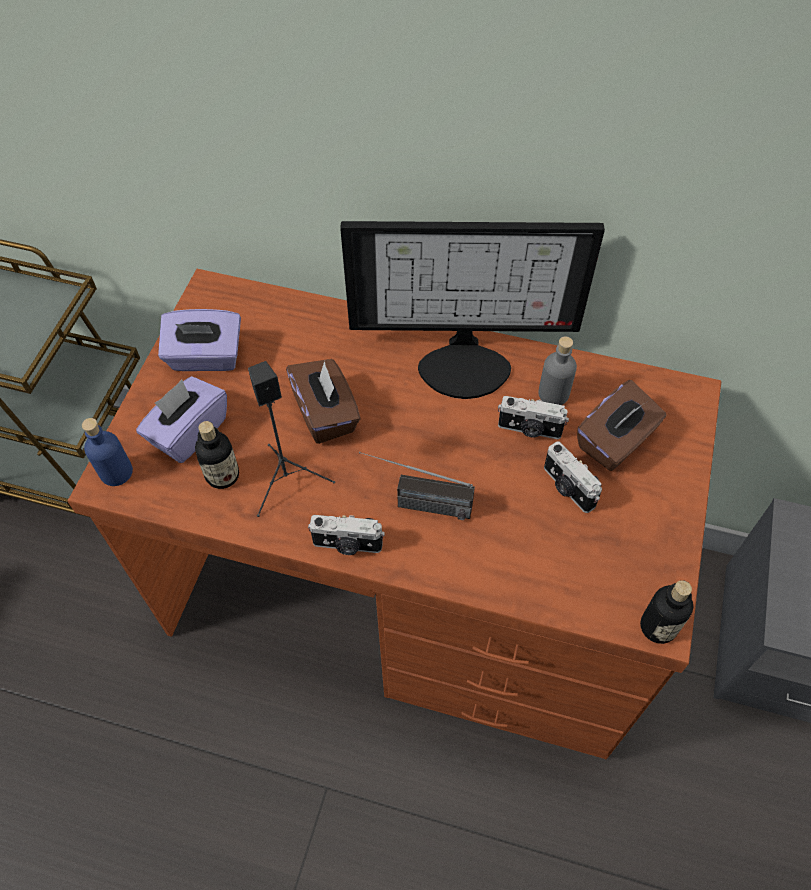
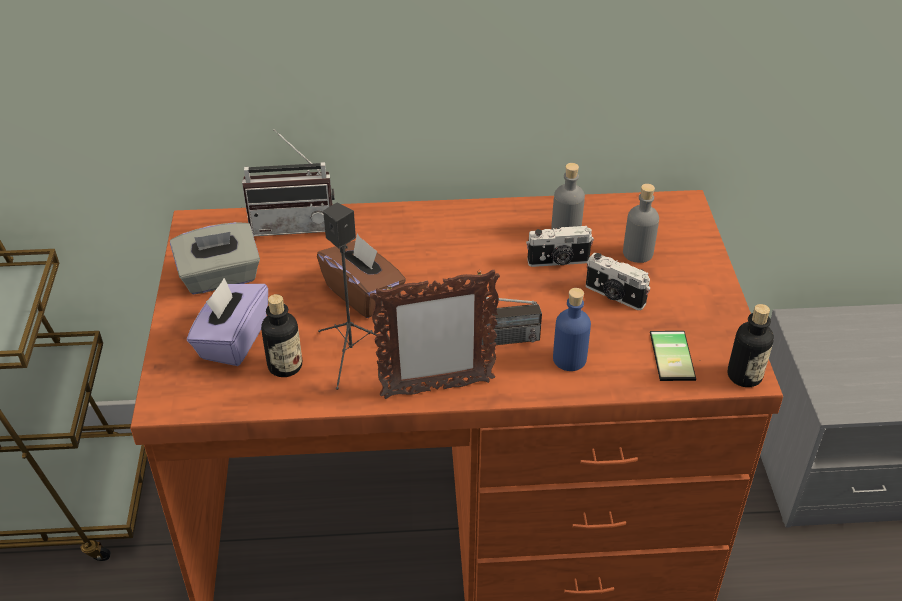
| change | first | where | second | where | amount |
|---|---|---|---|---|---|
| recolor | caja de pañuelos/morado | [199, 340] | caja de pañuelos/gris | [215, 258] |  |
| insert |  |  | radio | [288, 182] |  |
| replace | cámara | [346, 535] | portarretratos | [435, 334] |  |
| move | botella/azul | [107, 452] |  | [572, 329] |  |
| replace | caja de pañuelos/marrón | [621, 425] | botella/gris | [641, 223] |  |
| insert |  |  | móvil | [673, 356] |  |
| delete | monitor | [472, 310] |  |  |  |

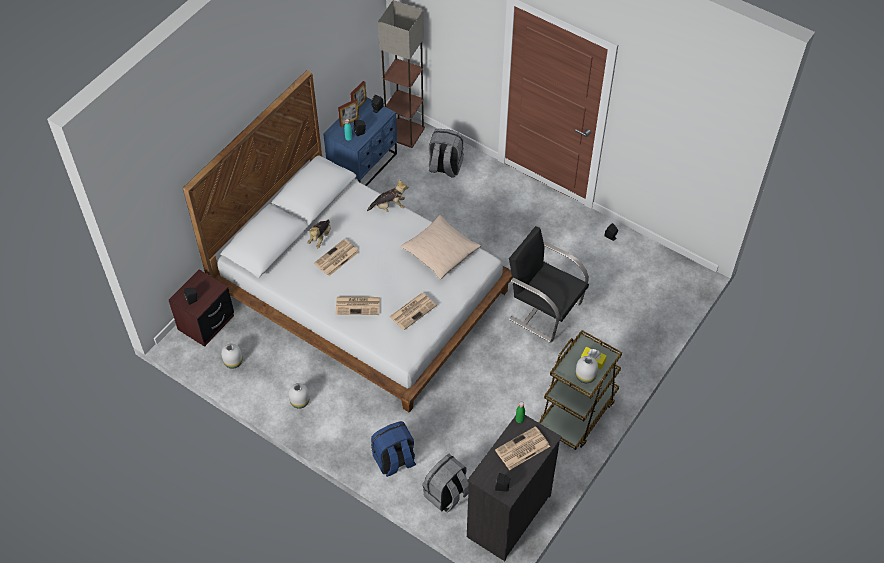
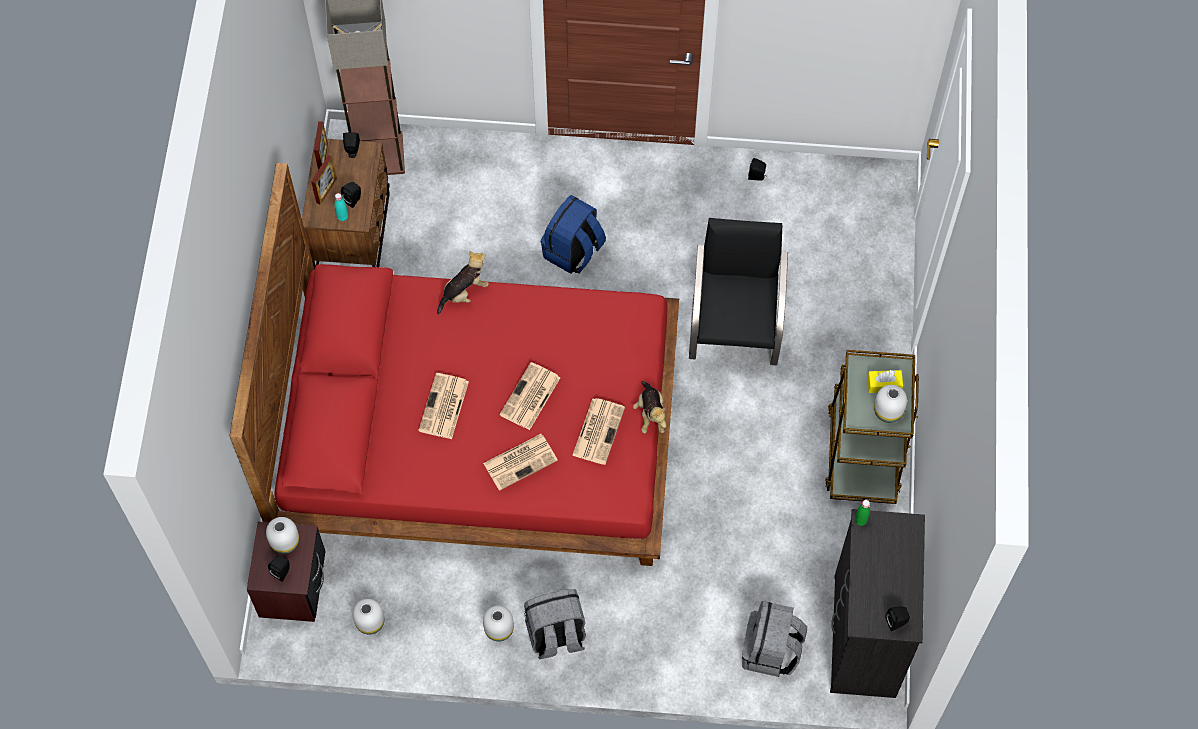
| change | first | where | second | where | amount |
|---|---|---|---|---|---|
| recolor | cama/blanco | [347, 241] | cama/rojo | [454, 364] |  |
| insert |  |  | florero/blanco | [282, 535] |  |
| recolor | mesita de noche/azul | [360, 142] | mesita de noche/marrón | [346, 203] |  |
| move | periódico | [522, 448] |  | [530, 396] |  |
| move | mochila/gris | [446, 153] |  | [555, 624] |  |
| move | mochila/azul | [393, 449] |  | [573, 234] |  |
| move | peluche | [319, 234] |  | [649, 407] |  |
| rotate | silla/negro | [549, 284] |  | [738, 291] | 90 degrees clockwise |
| delete | cojín/beis | [440, 247] |  |  |  |

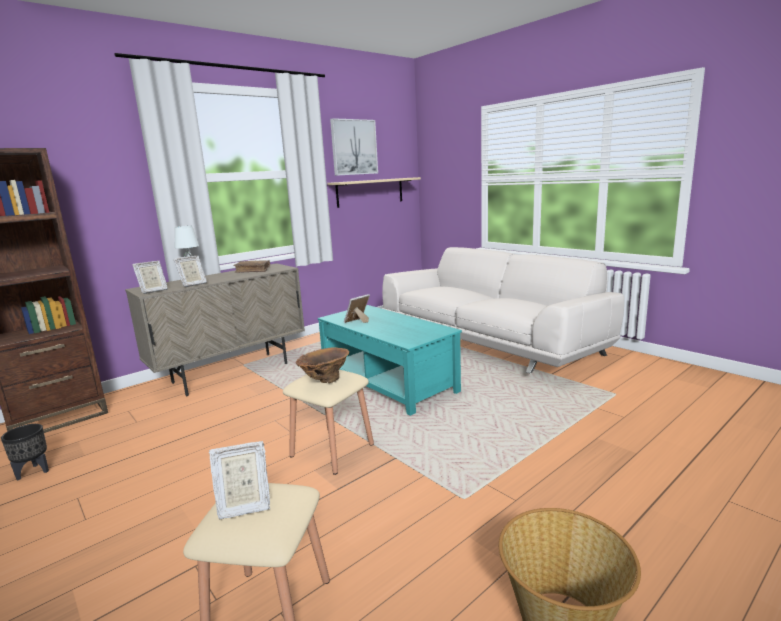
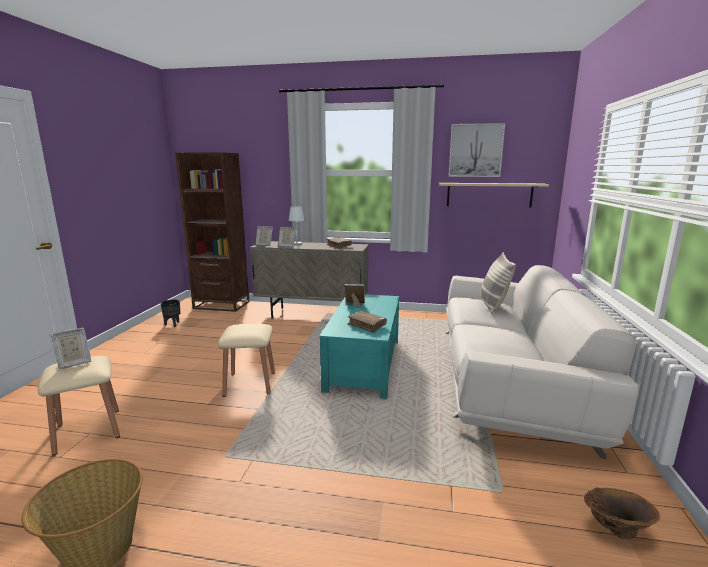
| change | first | where | second | where | amount |
|---|---|---|---|---|---|
| rotate | portarretratos | [239, 480] |  | [70, 348] | 75 degrees counterclockwise |
| insert |  |  | libro/marrón | [367, 322] |  |
| insert |  |  | cojín | [498, 282] |  |
| move | florero/marrón | [322, 365] |  | [622, 513] |  |

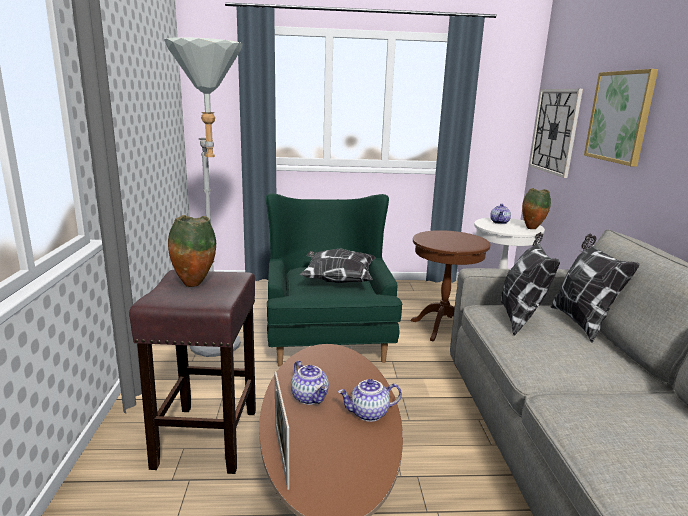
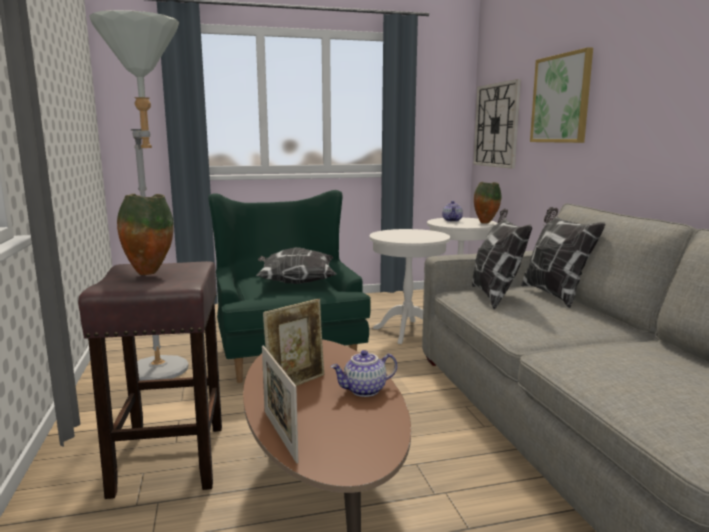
| change | first | where | second | where | amount |
|---|---|---|---|---|---|
| replace | tetera | [310, 383] | portarretratos | [293, 342] |  |
| recolor | mesa auxiliar/marrón | [450, 286] | mesa auxiliar/blanco | [410, 286] |  |

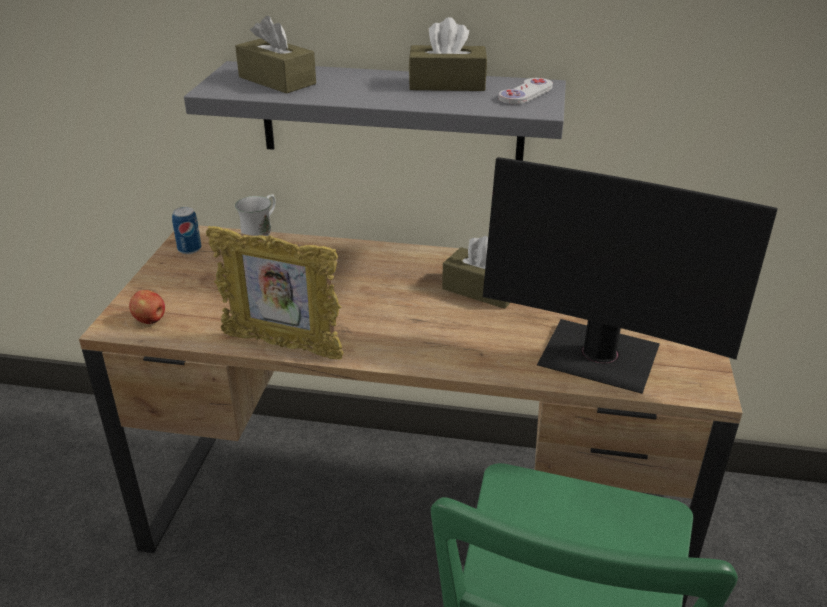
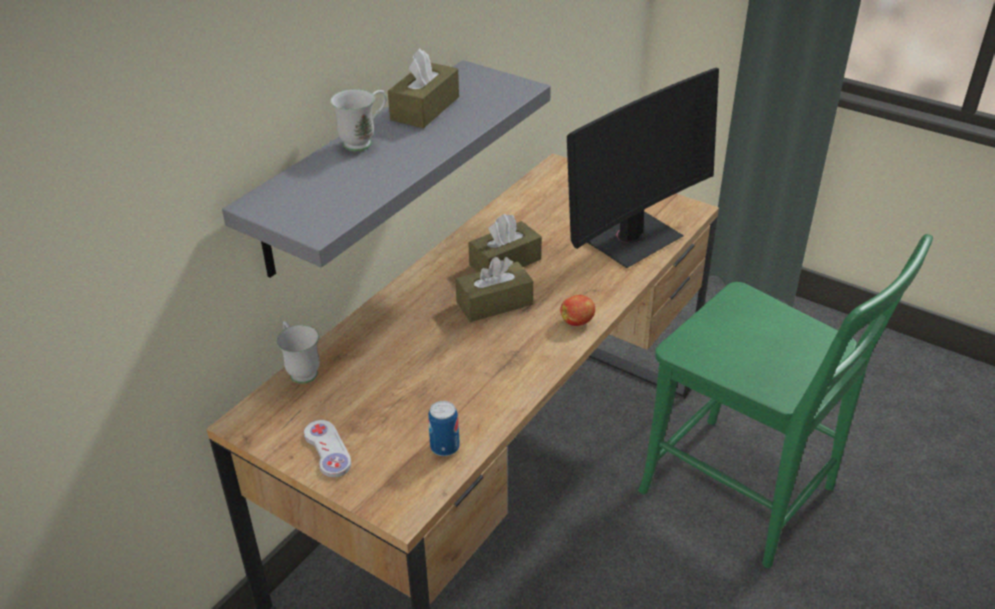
| change | first | where | second | where | amount |
|---|---|---|---|---|---|
| move | mando de consola/blanco | [526, 91] |  | [327, 448] |  |
| insert |  |  | taza grande/blanco | [358, 120] |  |
| move | lata | [186, 230] |  | [444, 428] |  |
| move | caja de pañuelos/marrón | [275, 55] |  | [494, 289] |  |
| move | manzana | [147, 307] |  | [577, 310] |  |
| delete | portarretratos | [275, 293] |  |  |  |

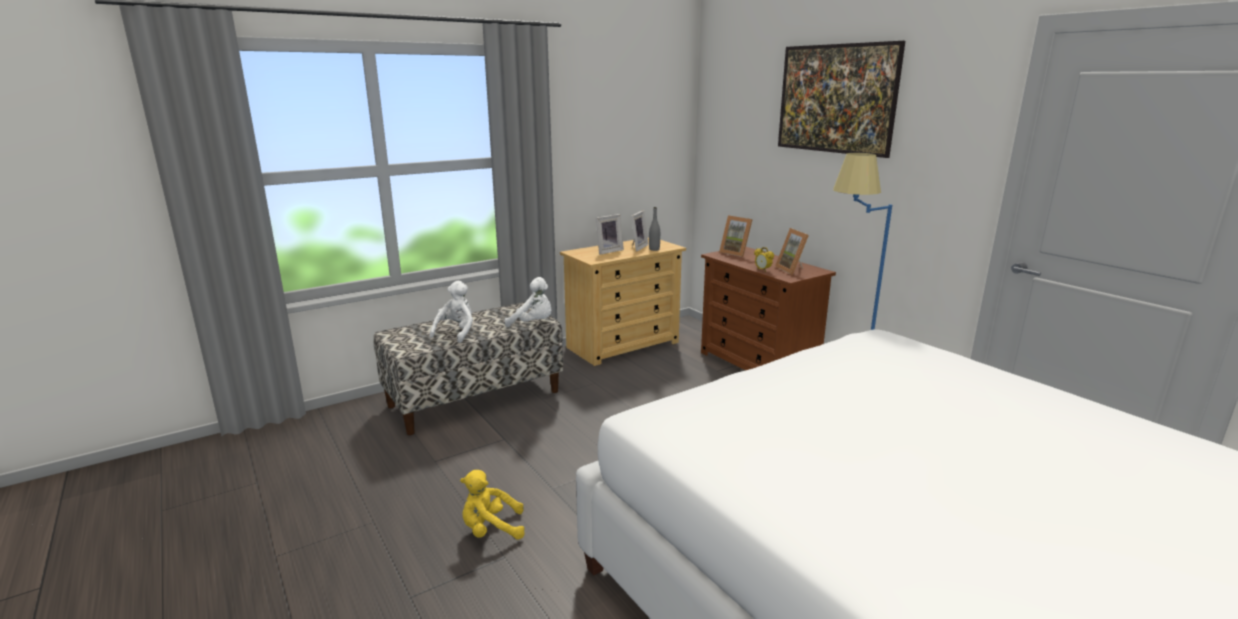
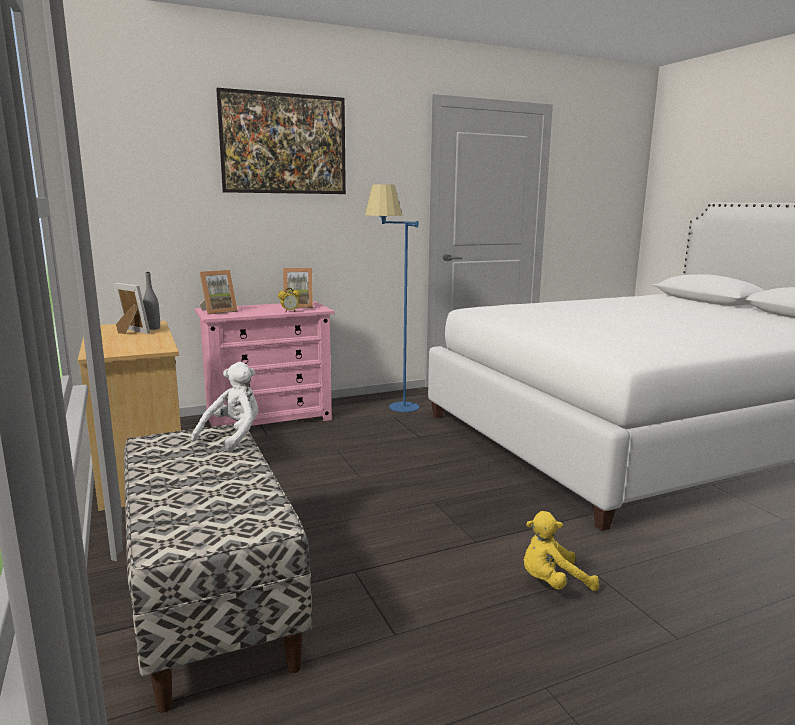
| change | first | where | second | where | amount |
|---|---|---|---|---|---|
| recolor | cómoda/marrón | [768, 308] | cómoda/rosa | [265, 364] |  |
| rotate | peluche/amarillo | [492, 504] |  | [561, 551] | 75 degrees clockwise |
| delete | peluche/blanco | [451, 312] |  |  |  |
| delete | portarretratos | [610, 234] |  |  |  |

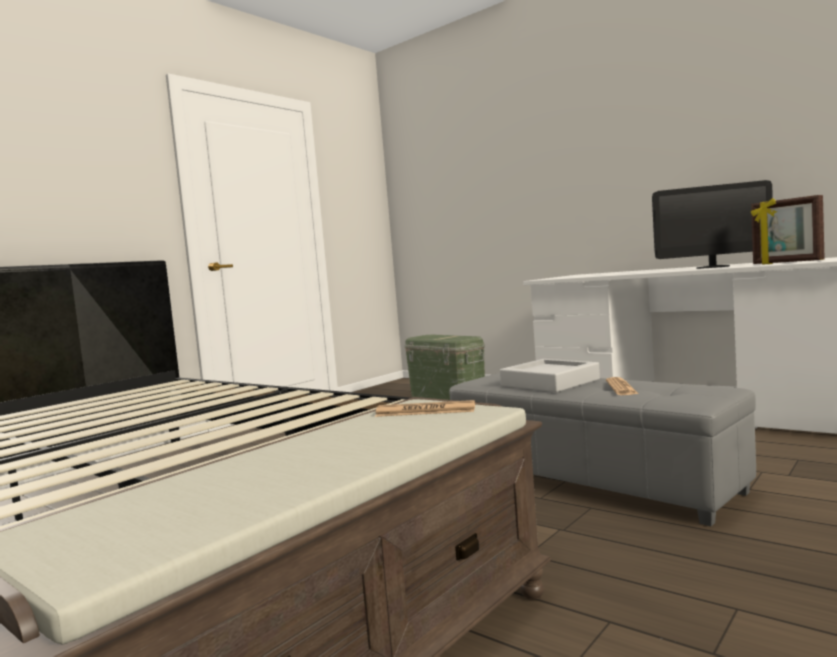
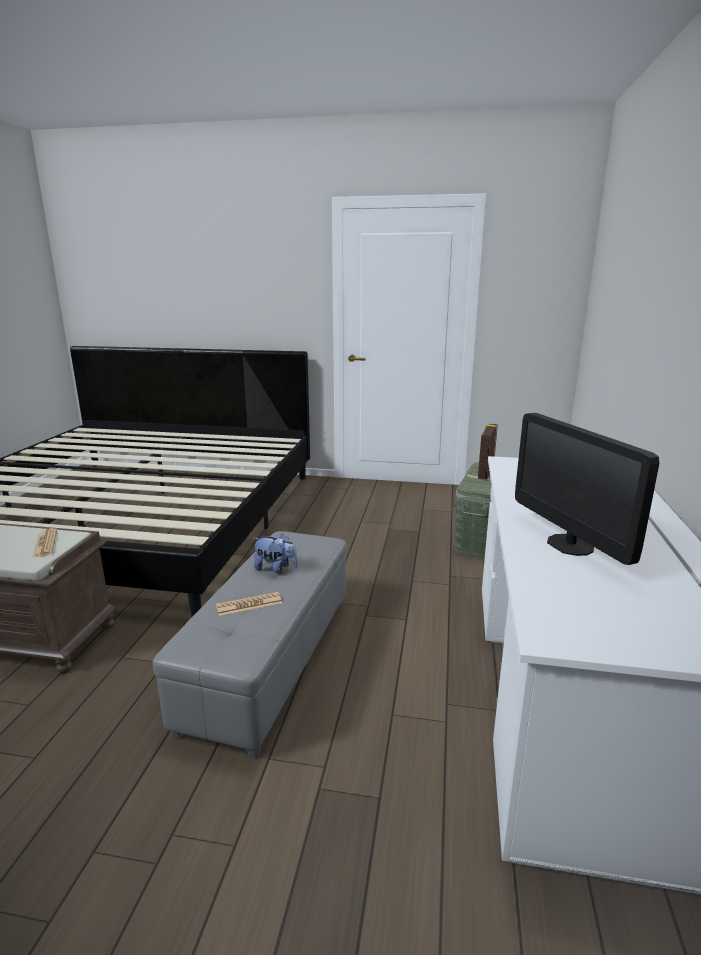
| change | first | where | second | where | amount |
|---|---|---|---|---|---|
| replace | bandeja/gris | [550, 375] | peluche | [275, 554] |  |
| move | portarretratos | [788, 229] |  | [488, 452] |  |

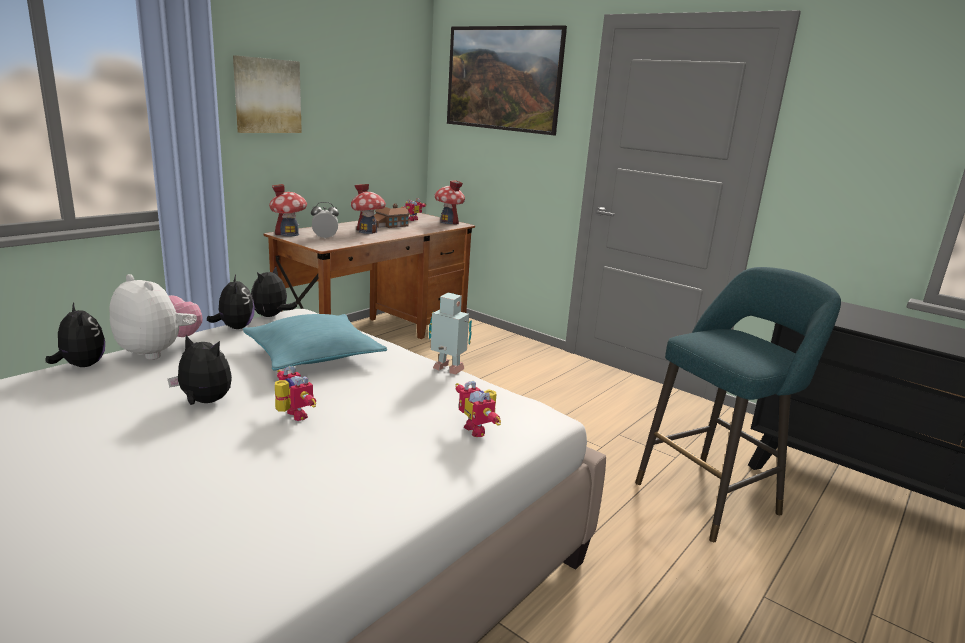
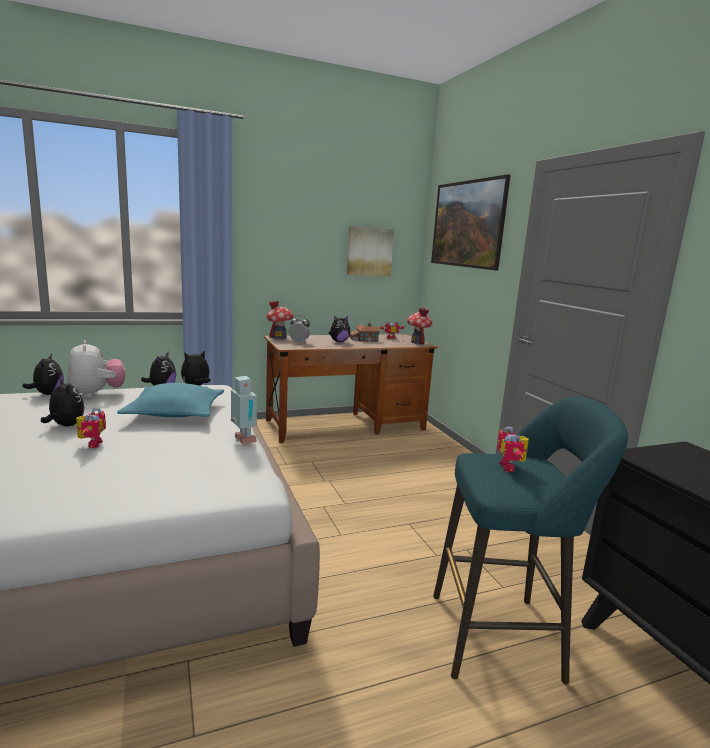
| change | first | where | second | where | amount |
|---|---|---|---|---|---|
| replace | casita | [368, 209] | peluche | [339, 329] |  |
| move | cuadro | [267, 94] |  | [370, 251] |  |
| move | robot de juguete | [478, 409] |  | [513, 449] |  |

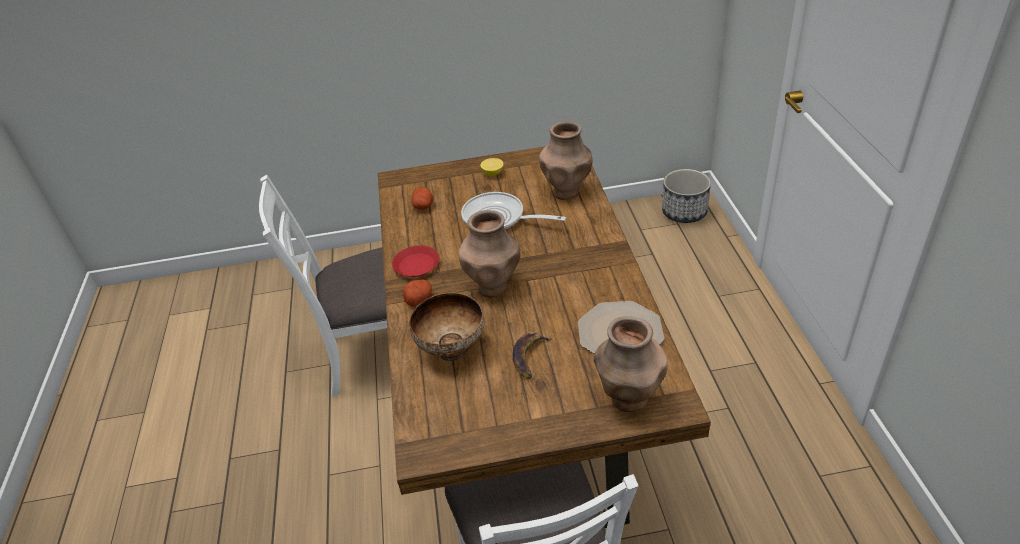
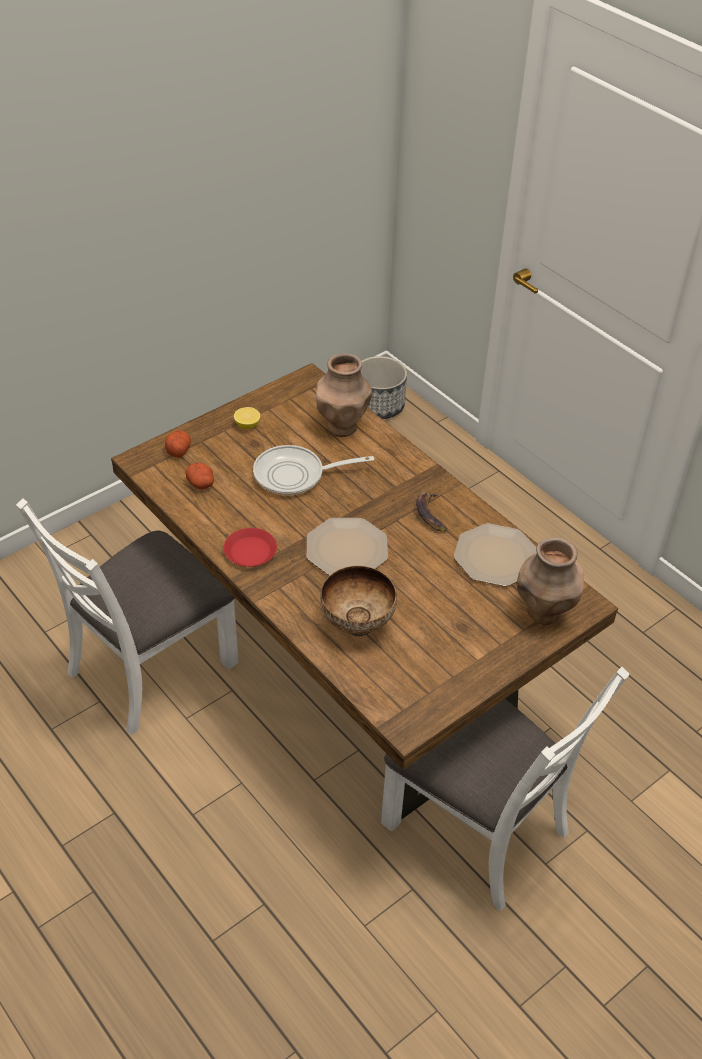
| change | first | where | second | where | amount |
|---|---|---|---|---|---|
| move | patata | [417, 293] |  | [178, 444] |  |
| replace | florero/marrón | [489, 254] | plato | [347, 547] |  |
| move | plátano | [533, 355] |  | [431, 512] |  |

